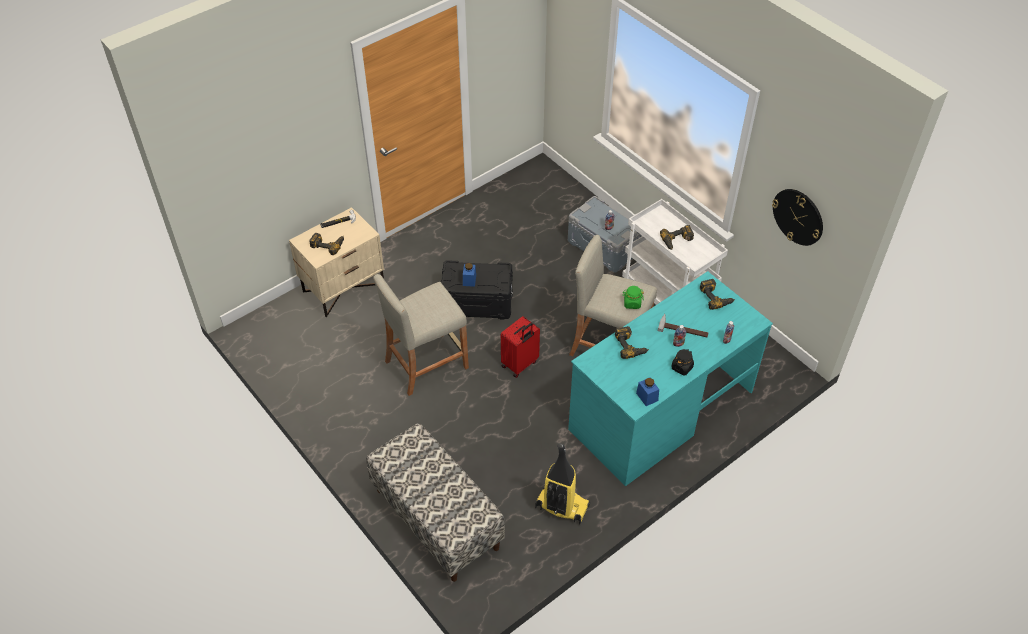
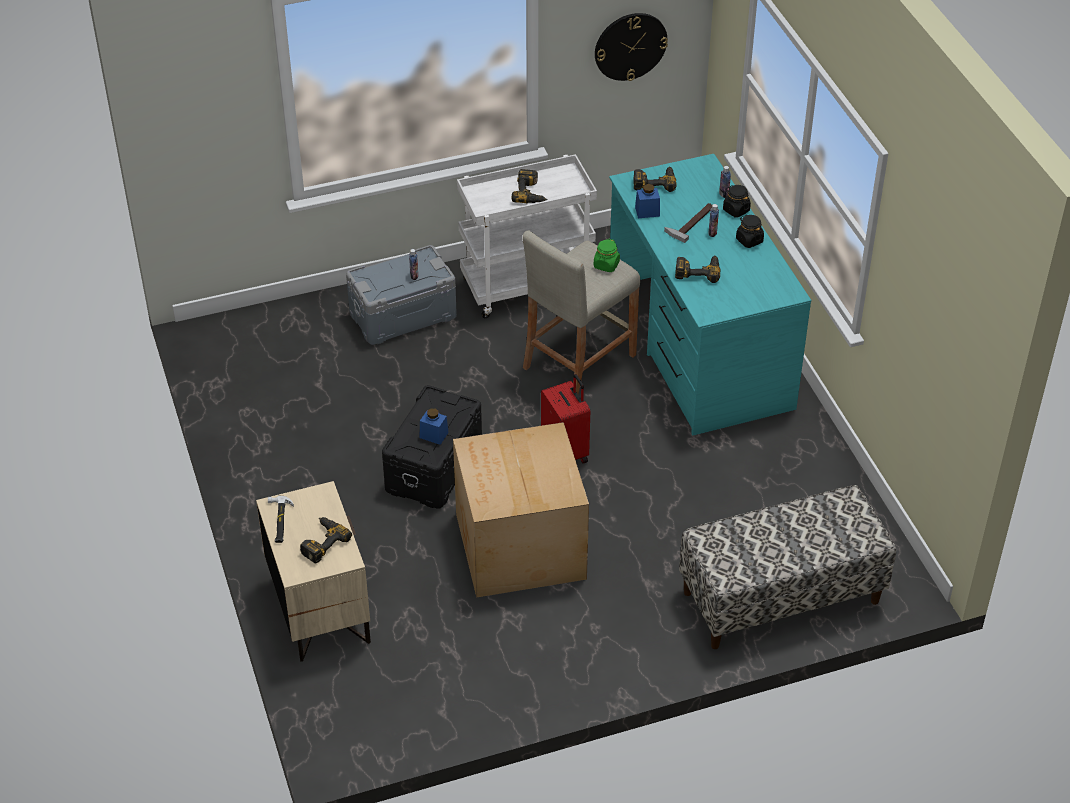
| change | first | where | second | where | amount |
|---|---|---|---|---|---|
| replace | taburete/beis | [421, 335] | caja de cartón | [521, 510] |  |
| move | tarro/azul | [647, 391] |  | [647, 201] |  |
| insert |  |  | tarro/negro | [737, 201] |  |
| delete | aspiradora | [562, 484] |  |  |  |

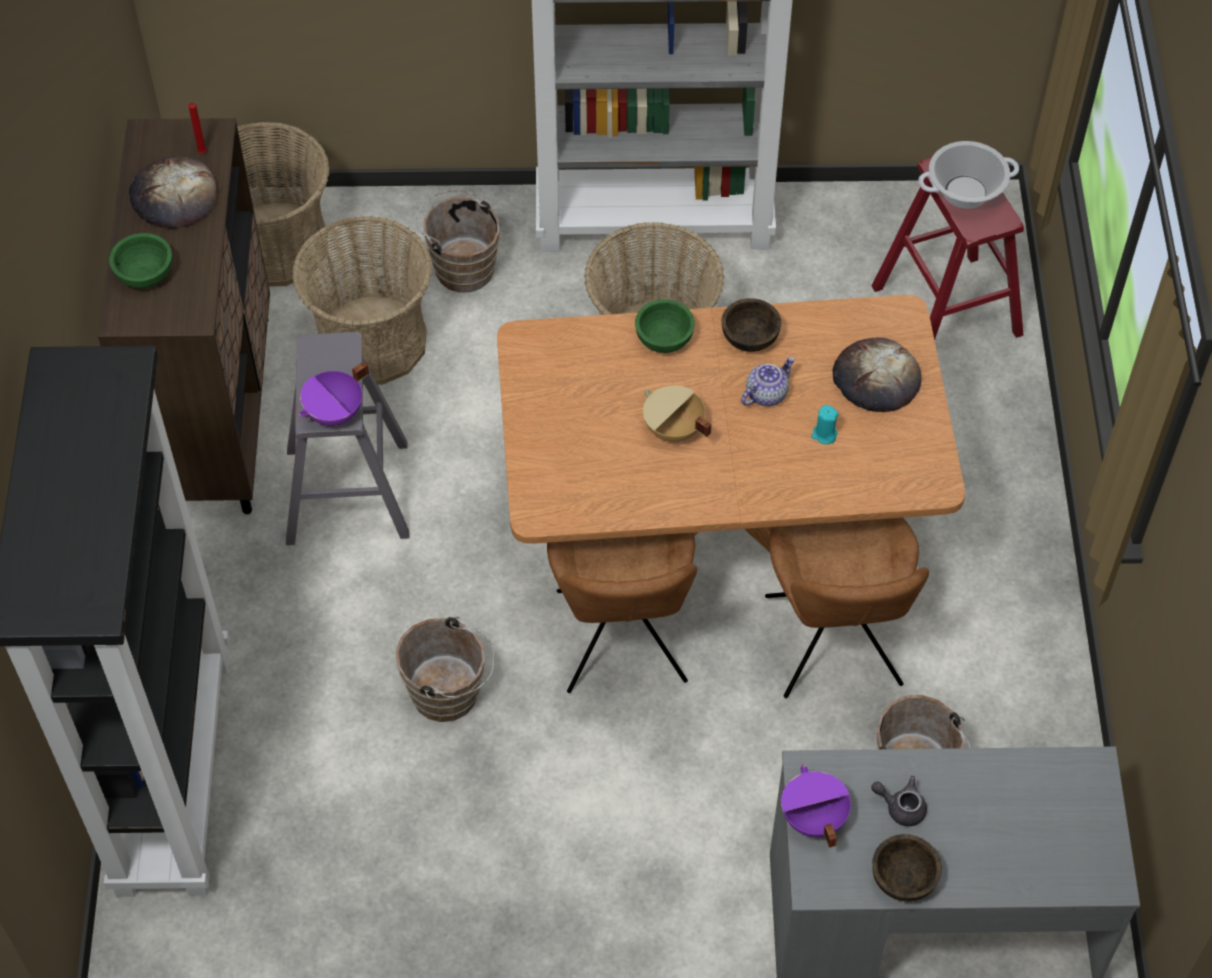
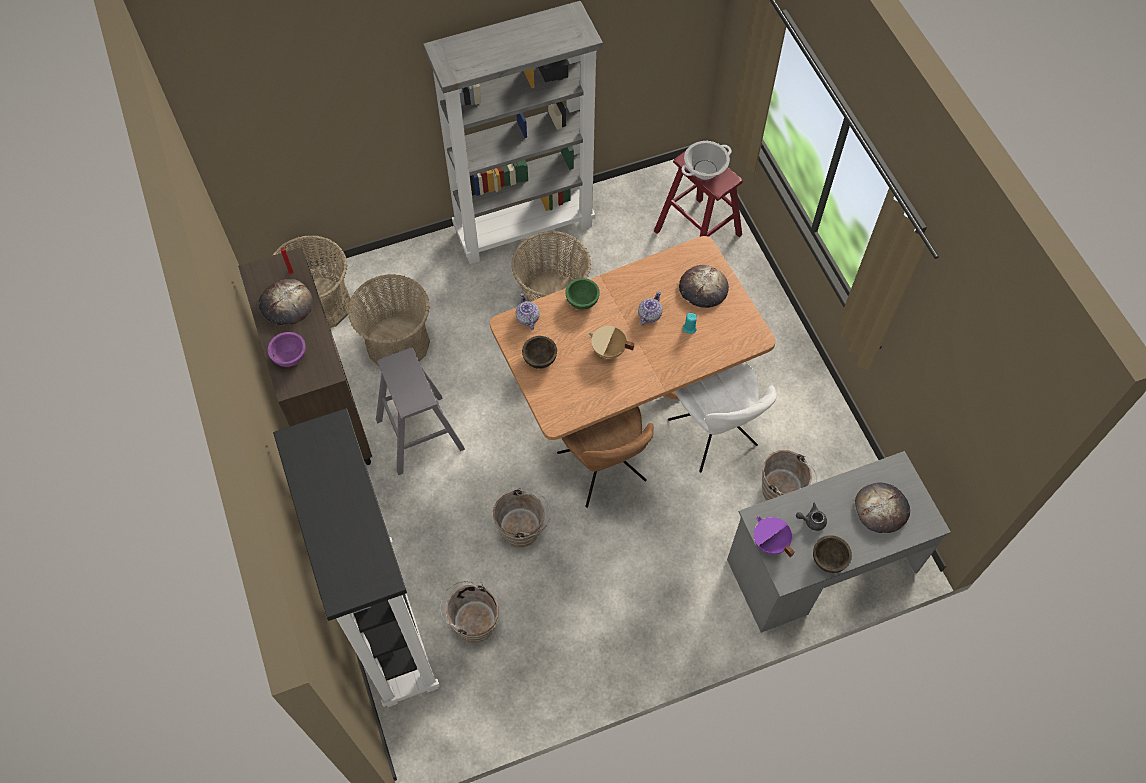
| change | first | where | second | where | amount |
|---|---|---|---|---|---|
| recolor | cuenco/verde | [140, 260] | cuenco/morado | [287, 349] |  |
| move | cubo/marrón | [458, 241] |  | [469, 612] |  |
| insert |  |  | tetera | [528, 311] |  |
| move | cuenco/marrón | [751, 325] |  | [539, 352] |  |
| recolor | silla/marrón | [847, 608] | silla/blanco | [722, 417] |  |
| insert |  |  | pan | [882, 508] |  |
| delete | olla/morado | [334, 394] |  |  |  |

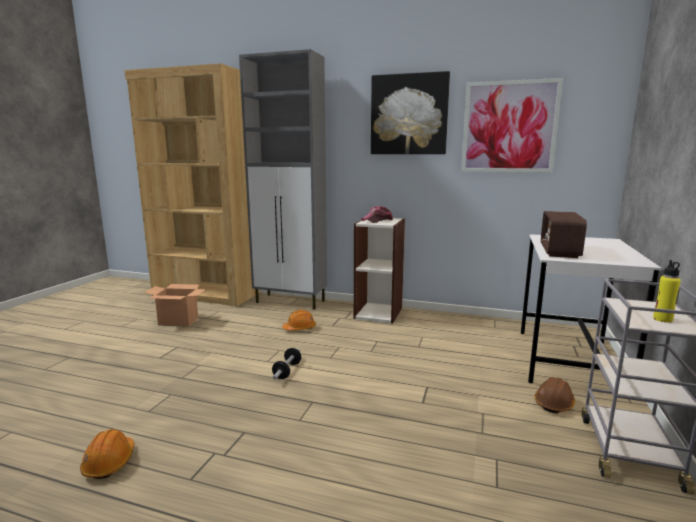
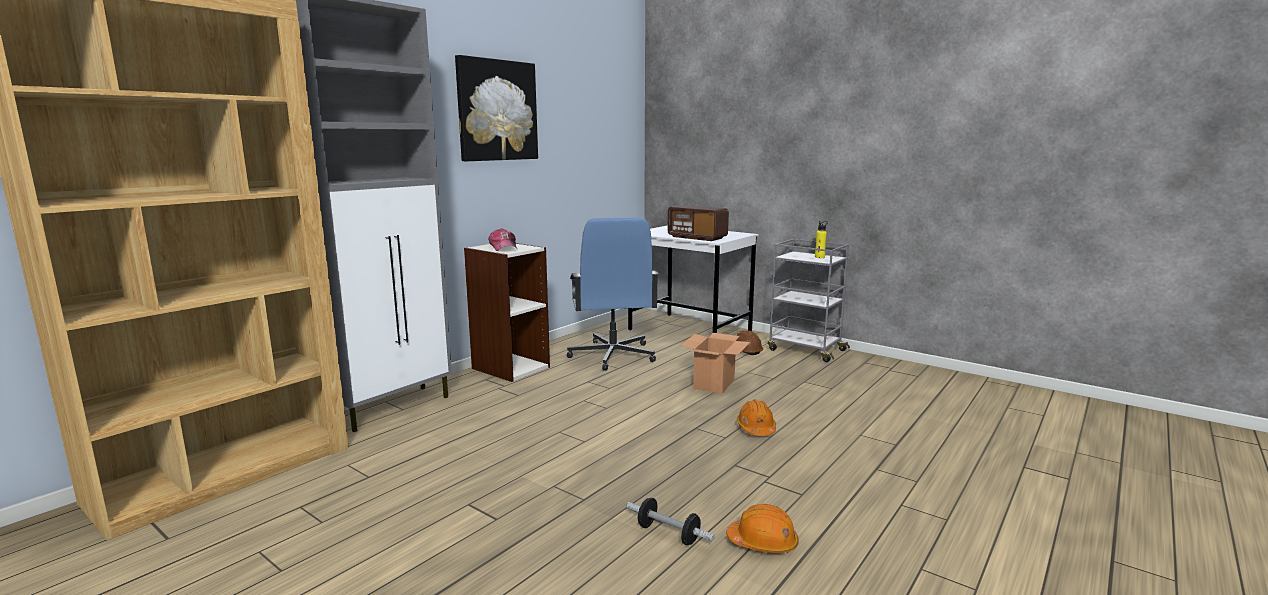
| change | first | where | second | where | amount |
|---|---|---|---|---|---|
| insert |  |  | silla de oficina/azul | [613, 294] |  |
| move | mancuerna | [286, 364] |  | [670, 521] |  |
| move | caja de cartón | [175, 305] |  | [715, 363] |  |
| move | casco/naranja | [299, 320] |  | [756, 418] |  |
| delete | cuadro | [512, 125] |  |  |  |

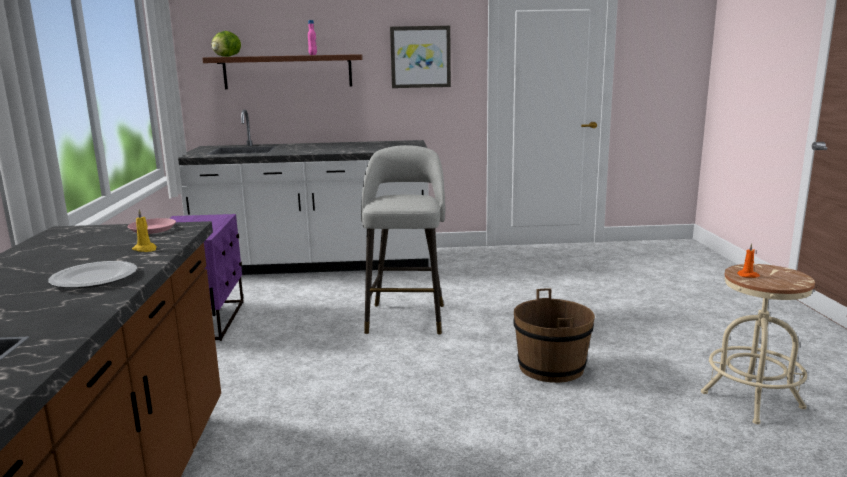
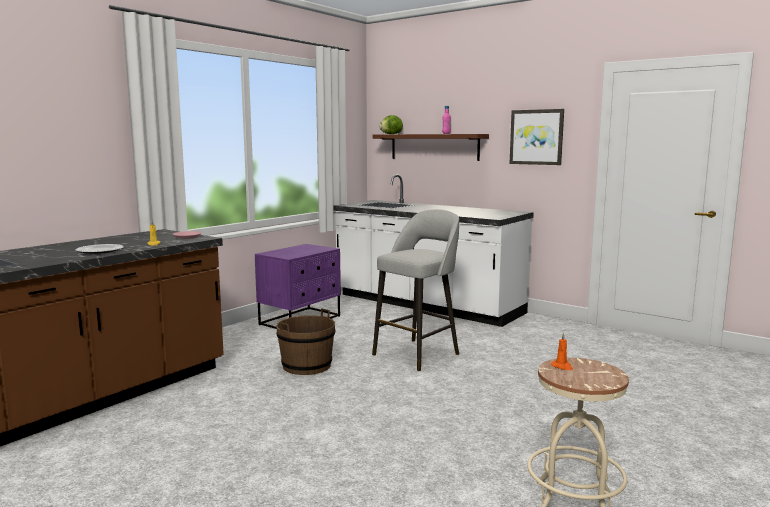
| change | first | where | second | where | amount |
|---|---|---|---|---|---|
| move | cubo/marrón | [554, 336] |  | [305, 341] |  |

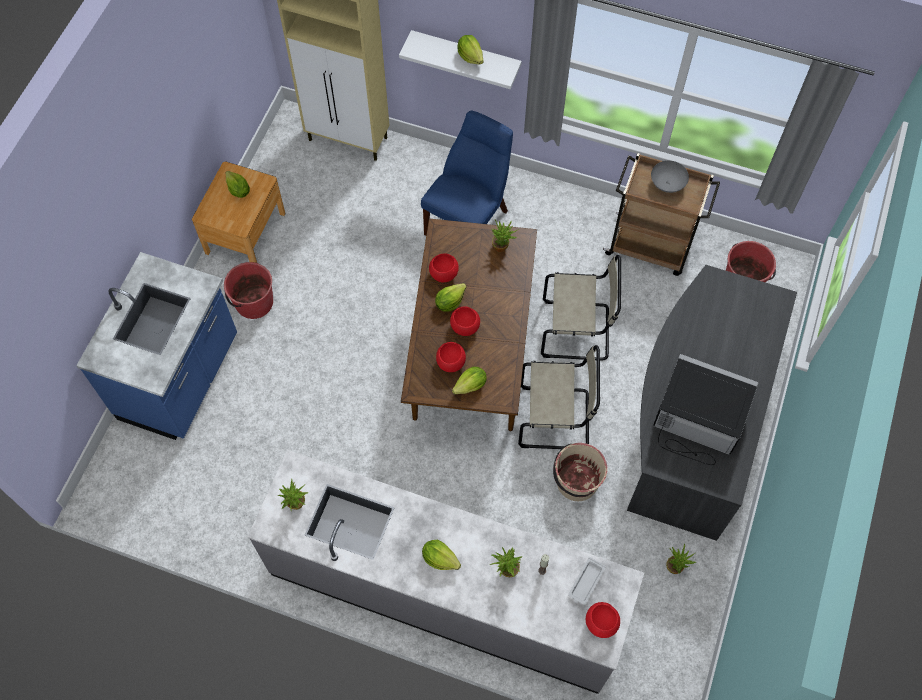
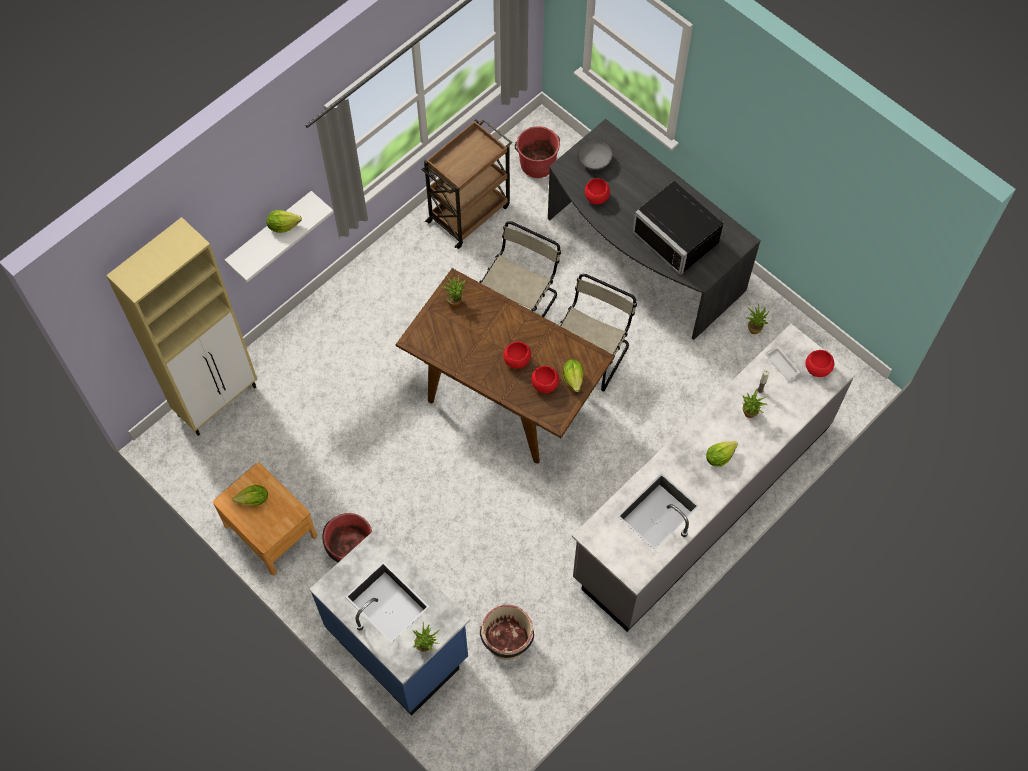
| change | first | where | second | where | amount |
|---|---|---|---|---|---|
| move | planta en maceta | [293, 495] |  | [426, 637] |  |
| move | cubo/beis | [580, 472] |  | [507, 632] |  |
| move | cuenco/gris | [670, 176] |  | [595, 155] |  |
| move | cuenco/rojo | [444, 267] |  | [597, 191] |  |
| rotate | microondas/negro | [706, 409] |  | [677, 228] | 90 degrees counterclockwise |
| delete | silla/azul | [467, 173] |  |  |  |
| delete | lechuga | [450, 297] |  |  |  |

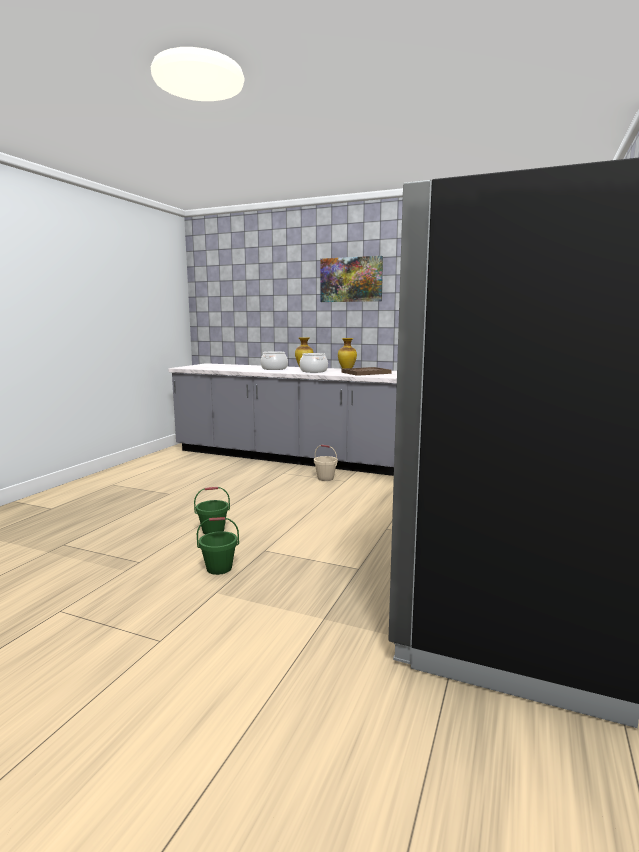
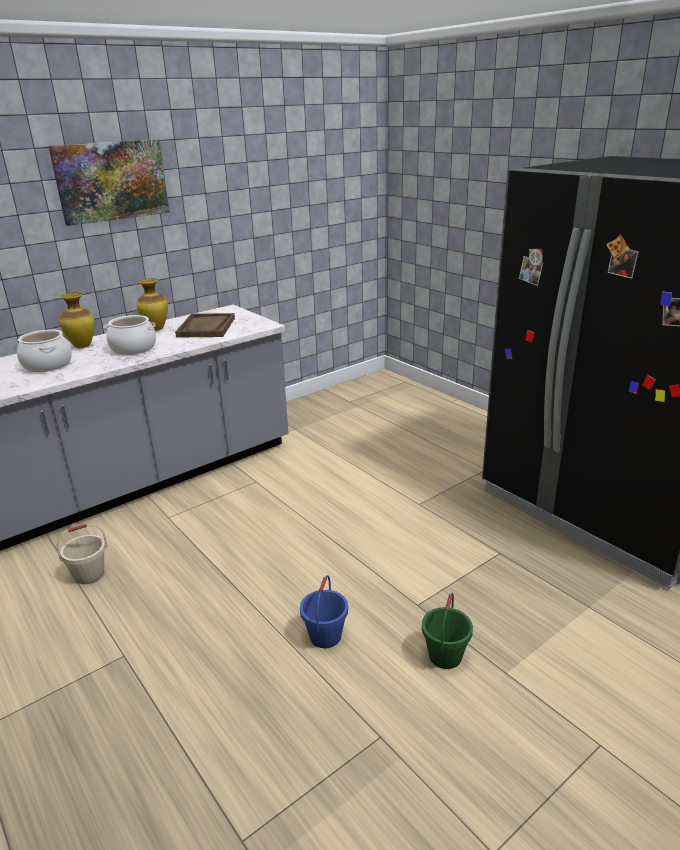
| change | first | where | second | where | amount |
|---|---|---|---|---|---|
| move | cubo/beis | [326, 463] |  | [82, 554] |  |
| recolor | cubo/verde | [212, 510] | cubo/azul | [324, 611] |  |

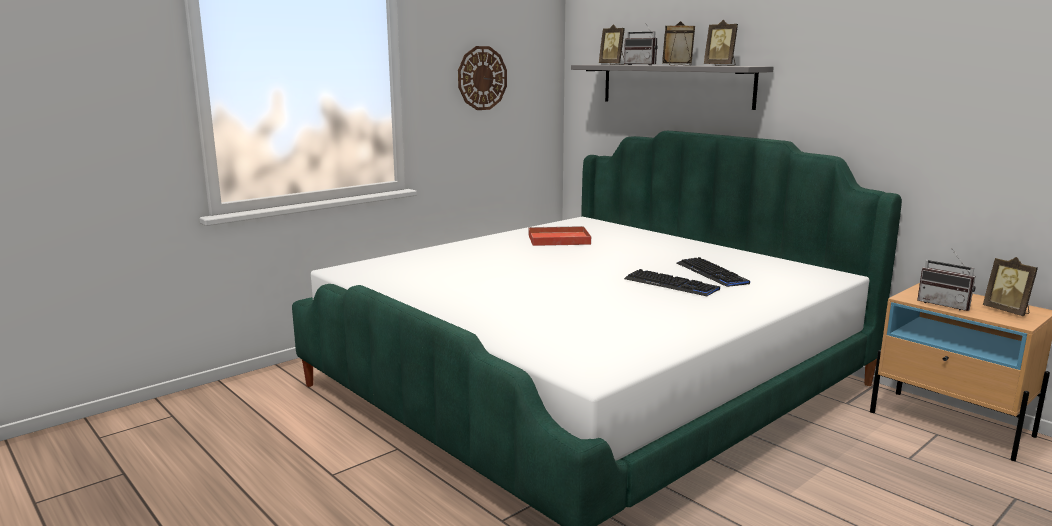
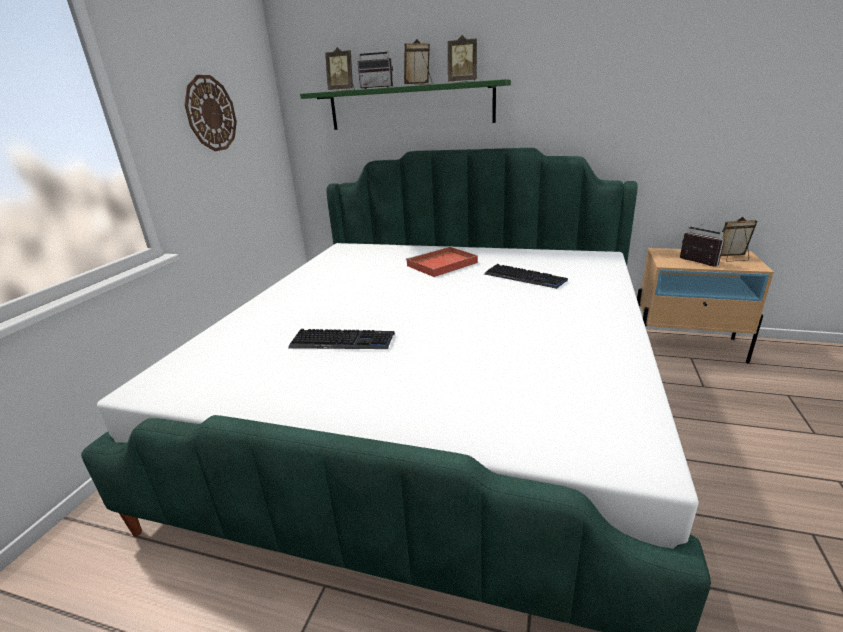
| change | first | where | second | where | amount |
|---|---|---|---|---|---|
| move | teclado | [672, 282] |  | [341, 339] |  |
| recolor | estante/gris | [672, 87] | estante/verde | [405, 104] |  |
| move | bandeja/rojo | [559, 236] |  | [442, 261] |  |
| rotate | radio | [946, 279] |  | [702, 245] | 135 degrees counterclockwise |
| rotate | portarretratos | [1010, 286] |  | [739, 239] | 150 degrees clockwise |

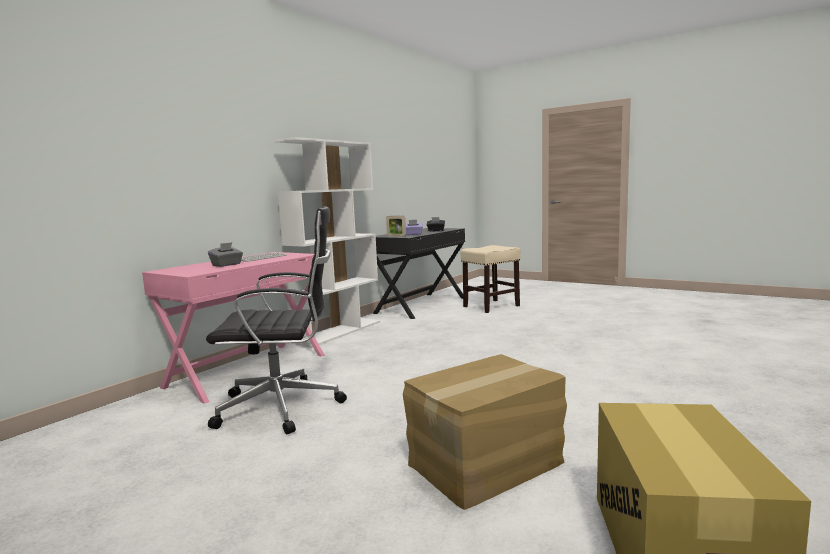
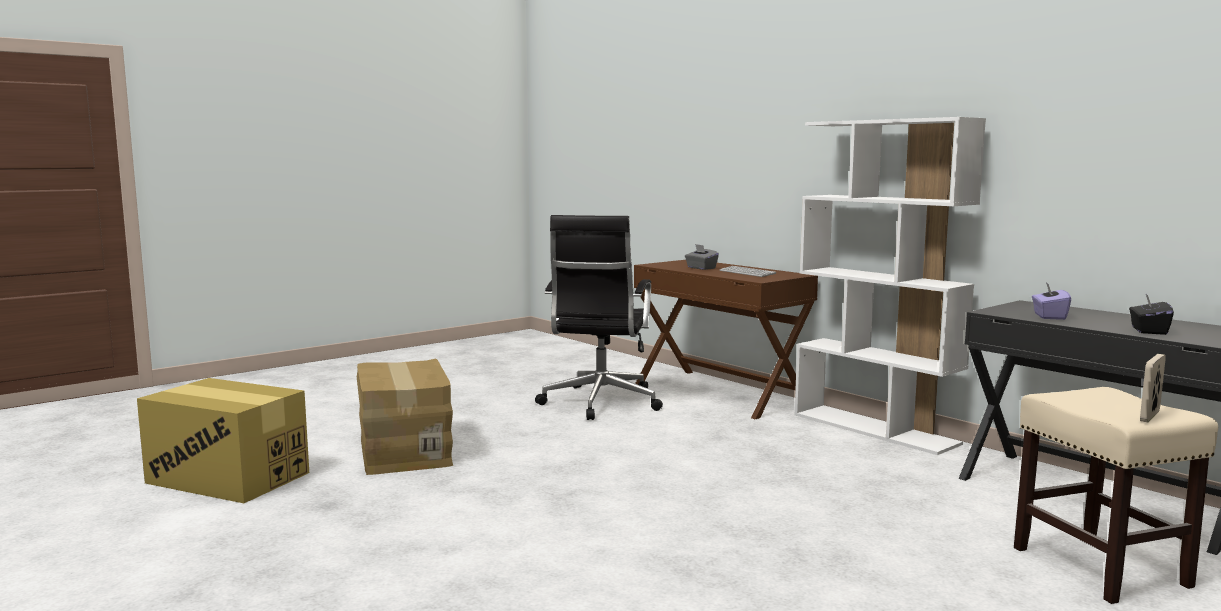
| change | first | where | second | where | amount |
|---|---|---|---|---|---|
| recolor | escritorio/rosa | [233, 328] | escritorio/marrón | [726, 339] |  |
| move | portarretratos | [396, 226] |  | [1153, 388] |  |

